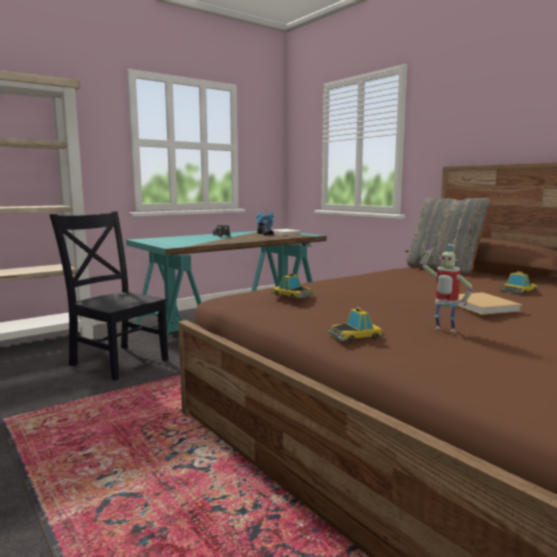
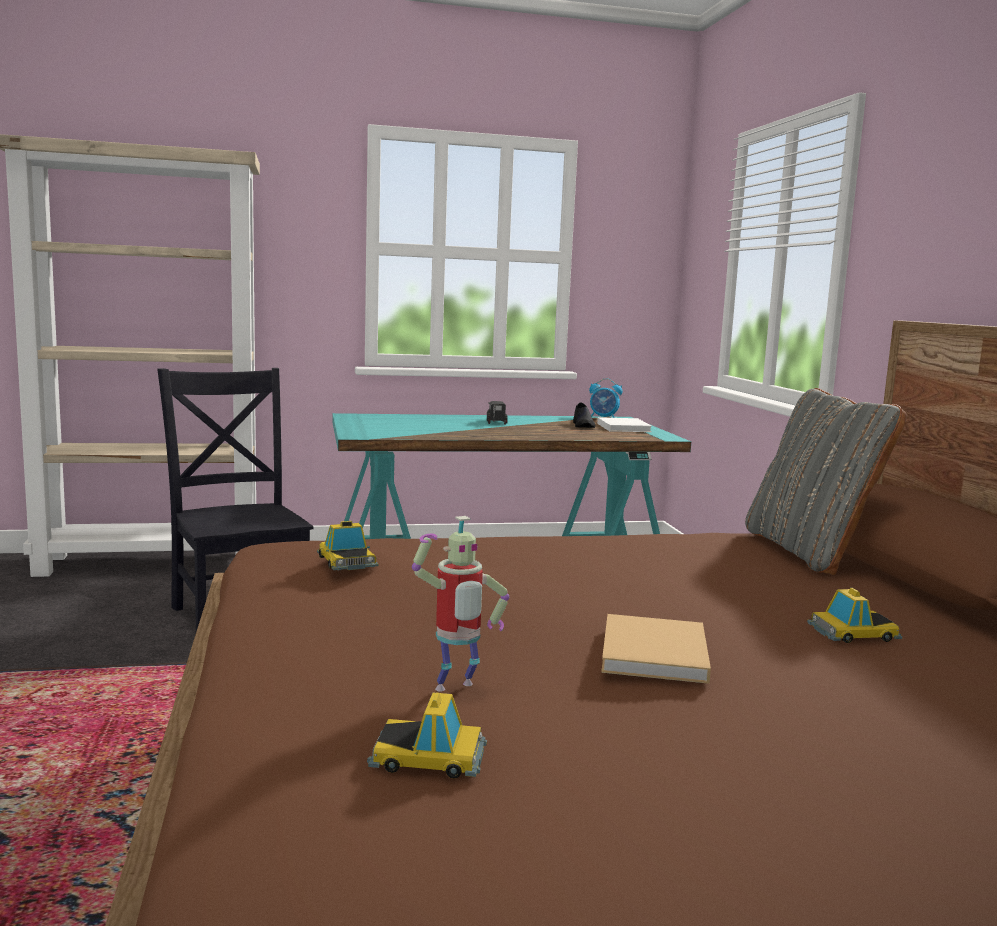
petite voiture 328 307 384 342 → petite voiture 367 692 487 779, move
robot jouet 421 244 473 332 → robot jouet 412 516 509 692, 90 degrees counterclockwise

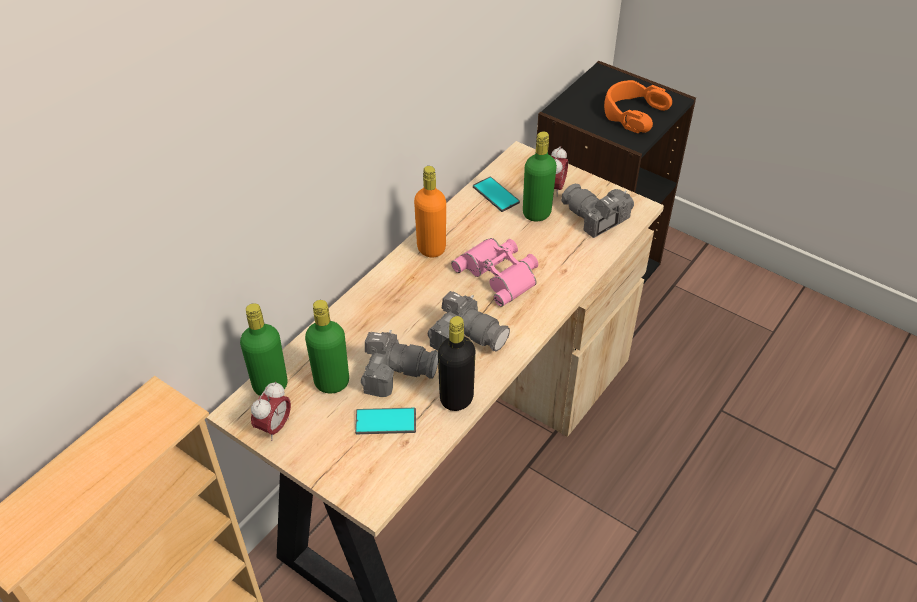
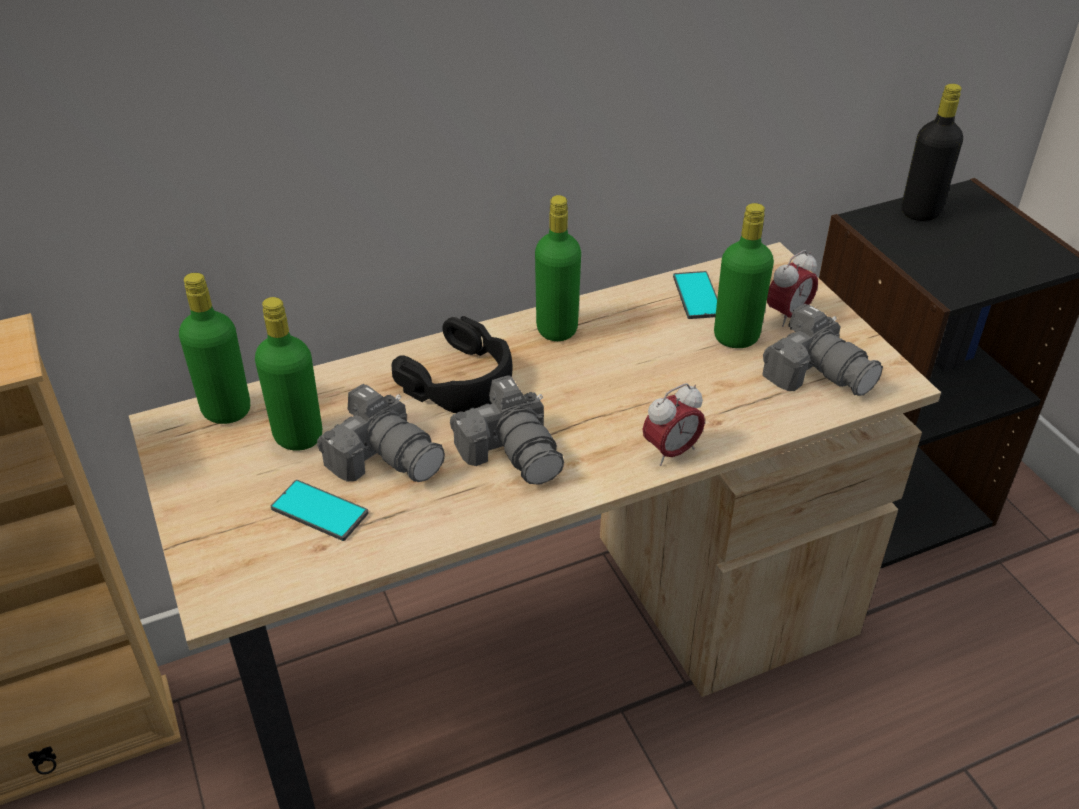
jumelles (rose) 451 238 538 307 → -
casque audio (orange) 604 80 672 133 → -
- → casque audio (noir) 392 316 513 413
réveil 251 382 291 441 → réveil 643 383 705 466, move
bouteille (noir) 438 316 476 411 → bouteille (noir) 902 84 963 221, move
bouteille (orange) 414 166 446 257 → bouteille (vert) 535 195 581 341
appareil photo 561 184 634 238 → appareil photo 762 304 883 396, 150 degrees clockwise

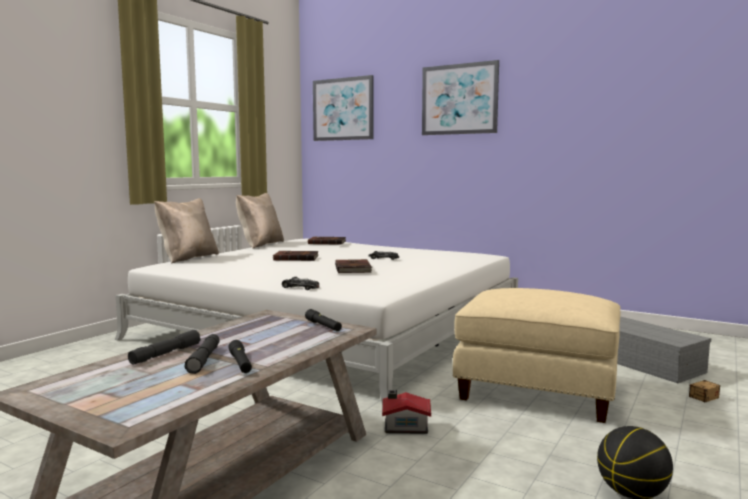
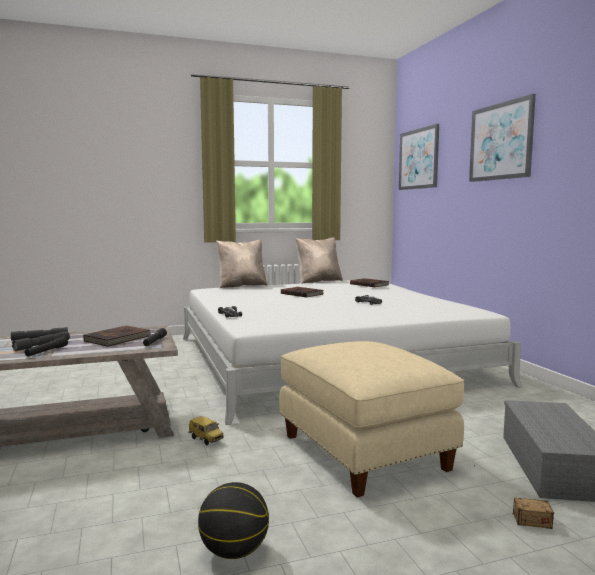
livre (marron) 335 259 372 273 → livre (marron) 83 325 153 347, move
maison miniature 382 390 431 434 → petite voiture 188 416 224 445

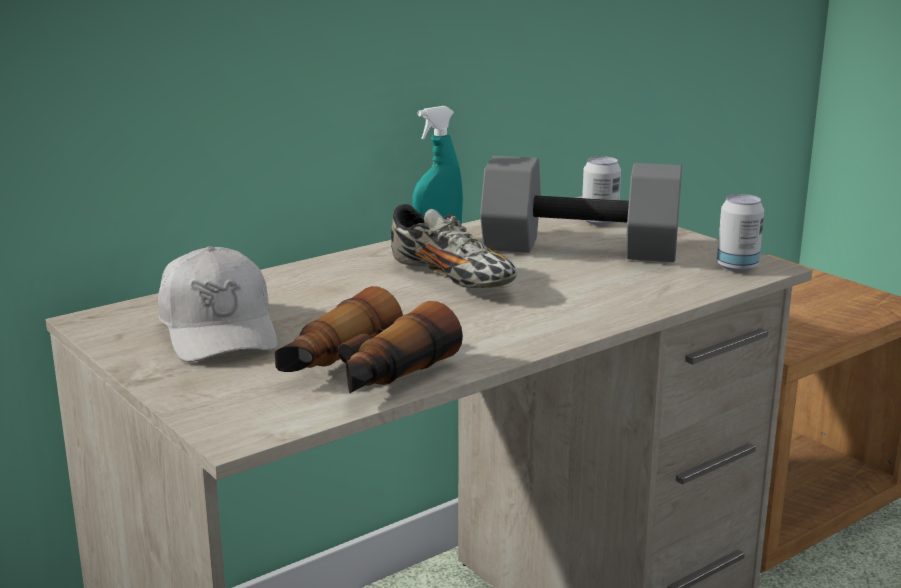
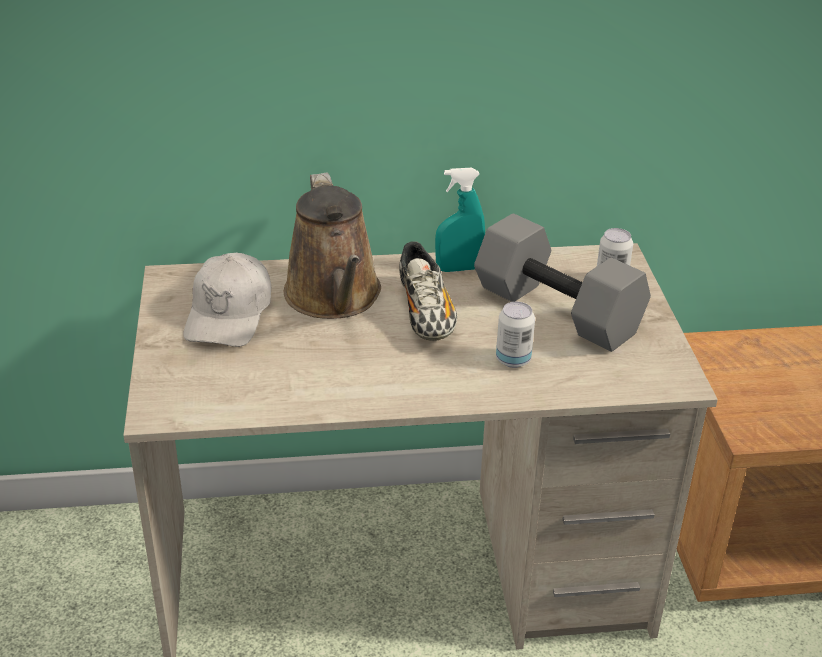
jumelles 275 286 463 393 → -
- → arrosoir (marron) 284 172 381 319
boîte métallique 717 194 764 273 → boîte métallique 496 302 535 368, move

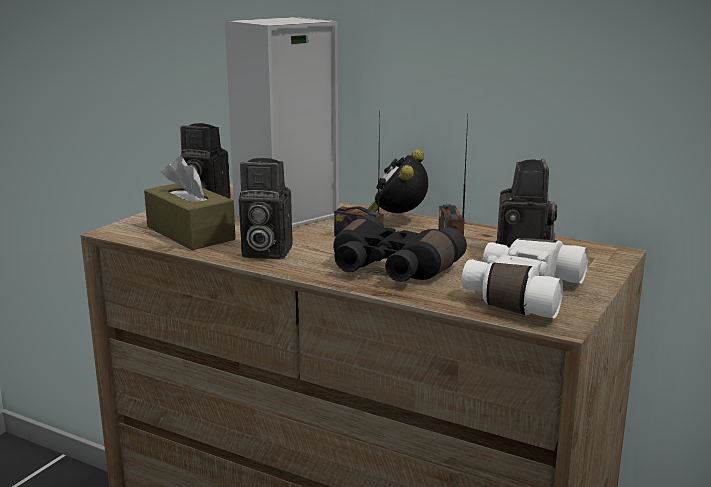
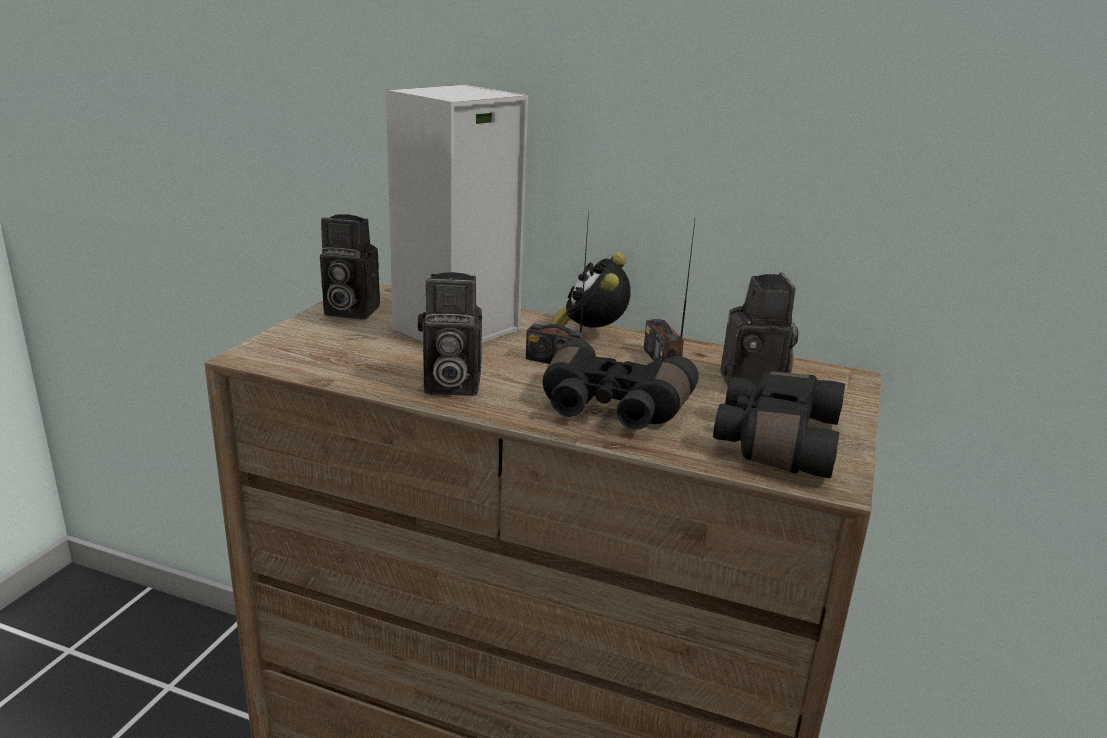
boîte à mouchoirs (marron) 144 156 236 250 → -
jumelles (blanc) 462 238 588 318 → jumelles (noir) 713 371 845 479

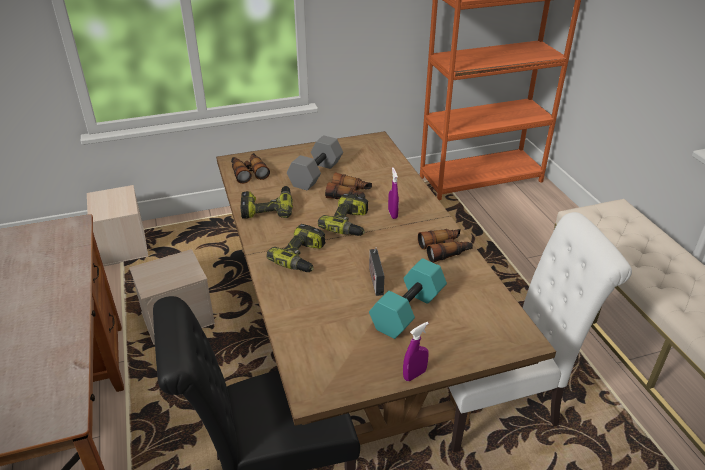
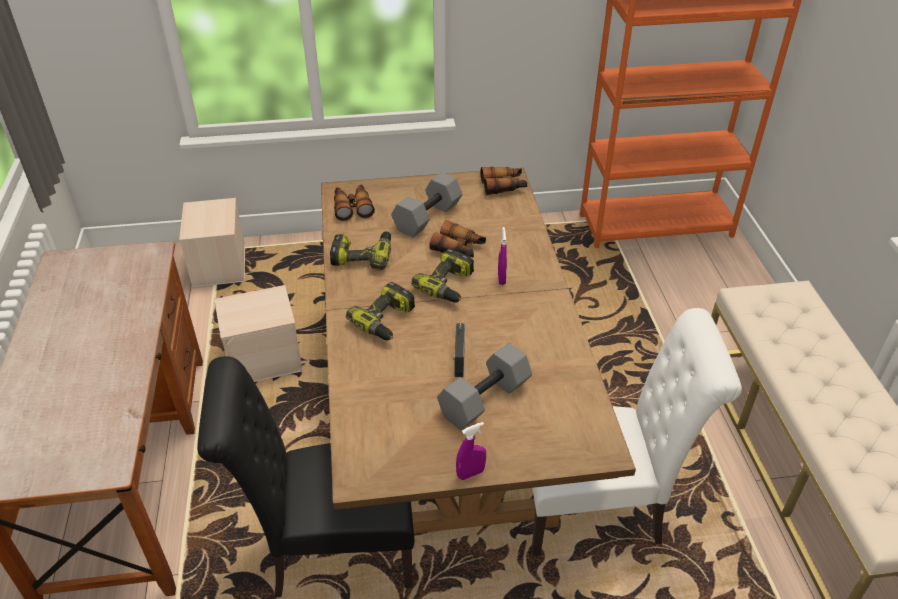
jumelles 418 229 473 263 → jumelles 481 167 527 195, move
haltère (turquoise) 369 258 447 339 → haltère (gris) 437 343 532 430

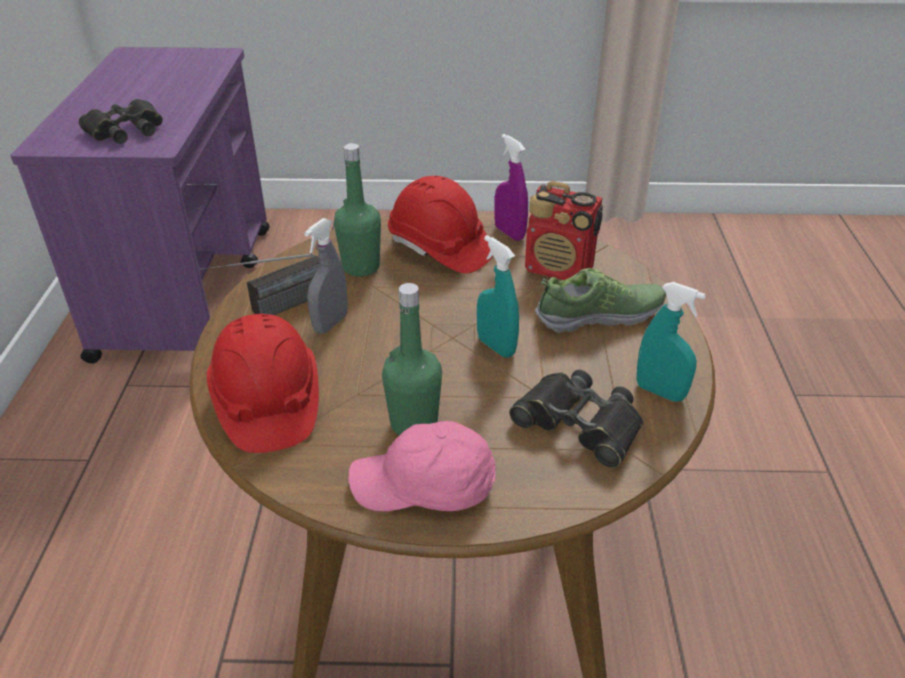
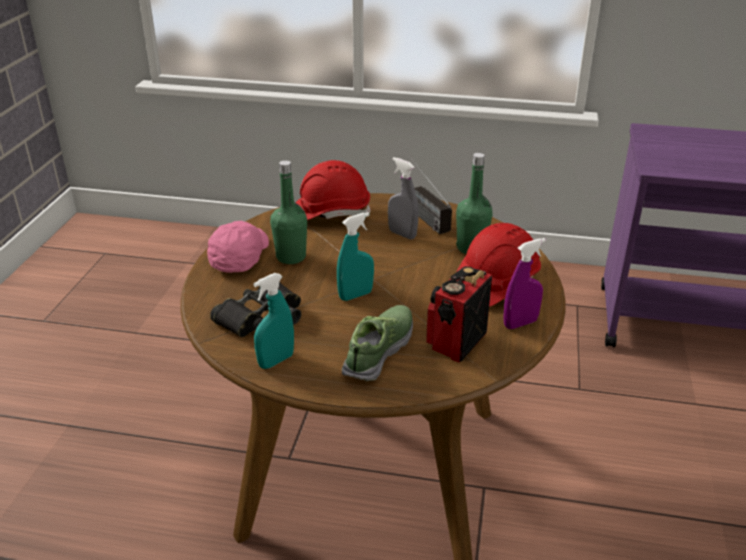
jumelles (noir) 79 99 163 144 → -
chaussure 535 268 666 333 → chaussure 342 305 413 381, 150 degrees counterclockwise

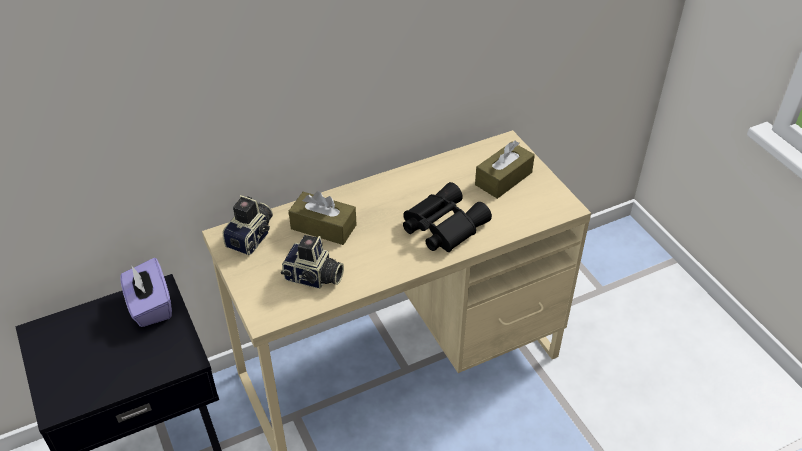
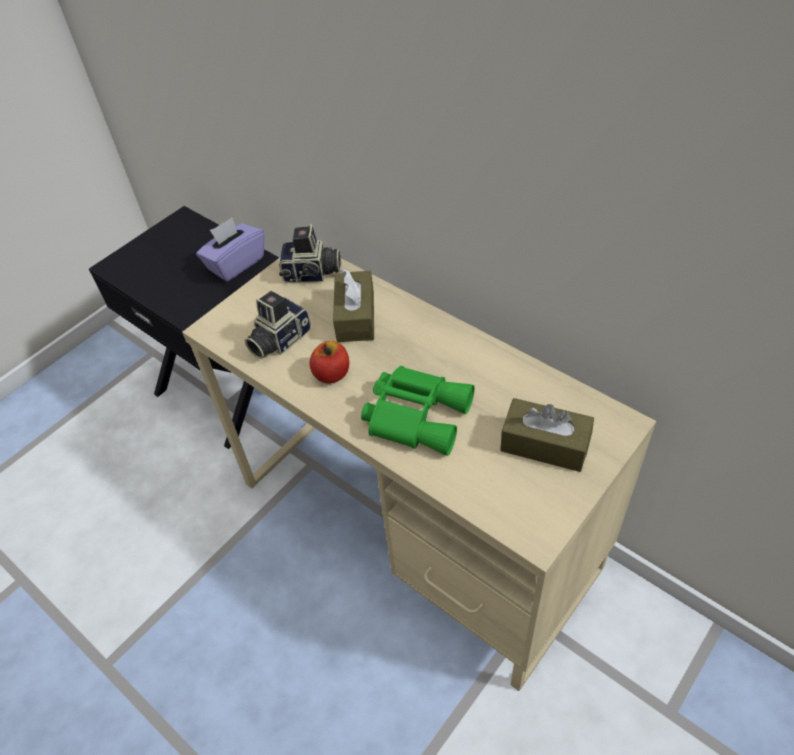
- → pomme 309 341 349 384
jumelles (noir) 403 182 492 252 → jumelles (vert) 361 366 475 456
appareil photo 281 235 344 289 → appareil photo 245 291 311 359, 45 degrees clockwise

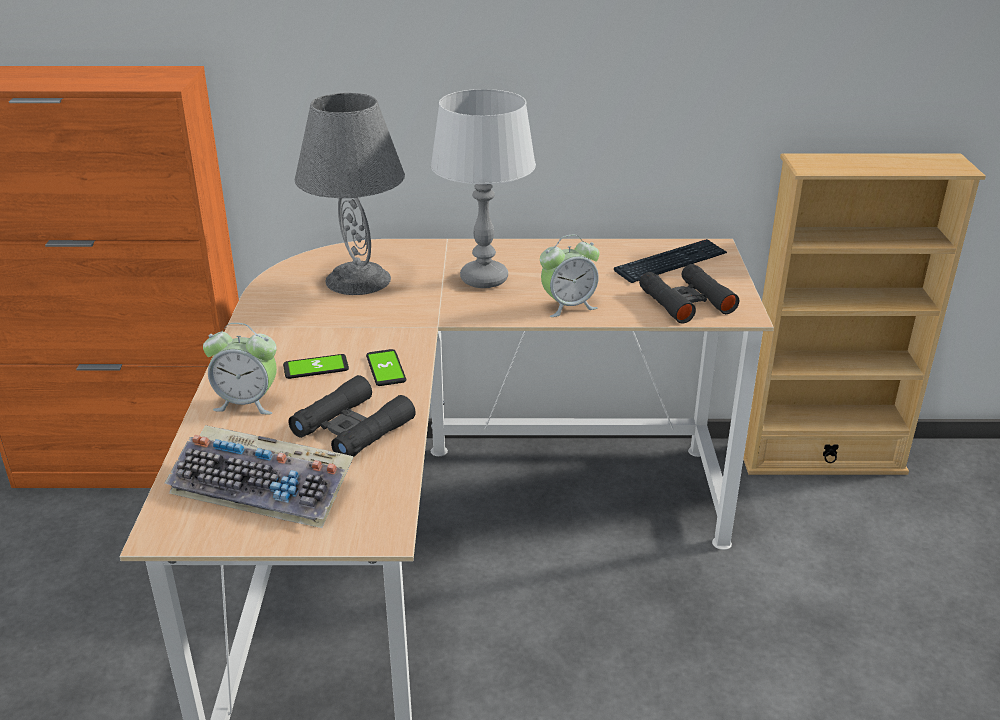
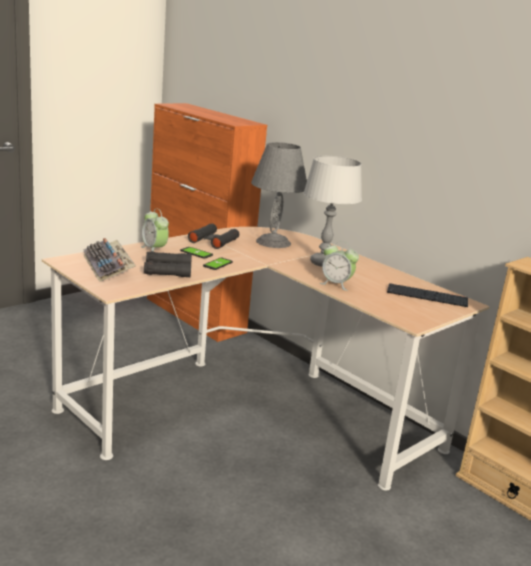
jumelles (noir) 639 264 739 324 → jumelles (noir) 188 224 239 249, move

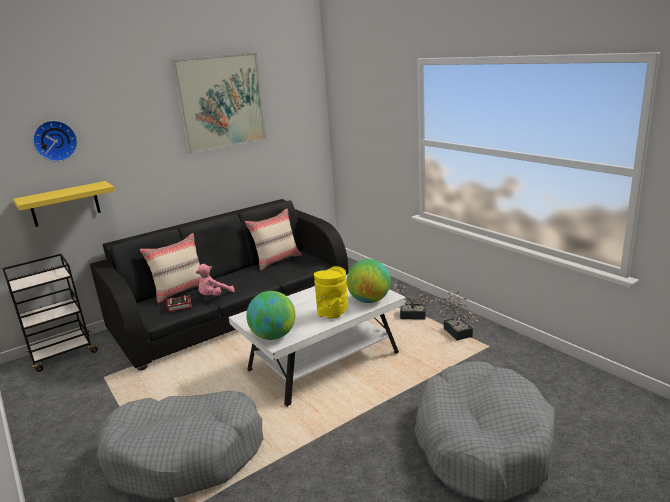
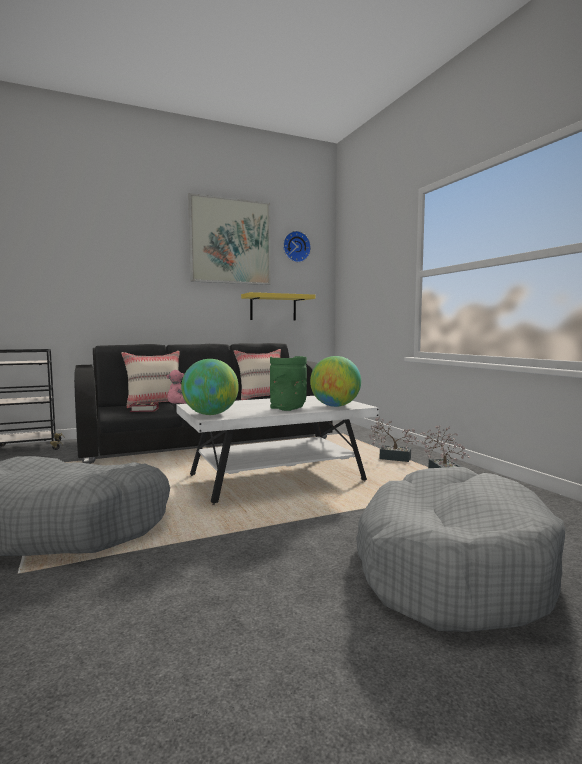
étagère (jaune) 13 181 115 227 → étagère (jaune) 241 292 315 321, move
horloge murale 33 120 78 162 → horloge murale 283 231 311 262, move
vase (jaune) 314 266 348 319 → vase (vert) 270 356 307 411

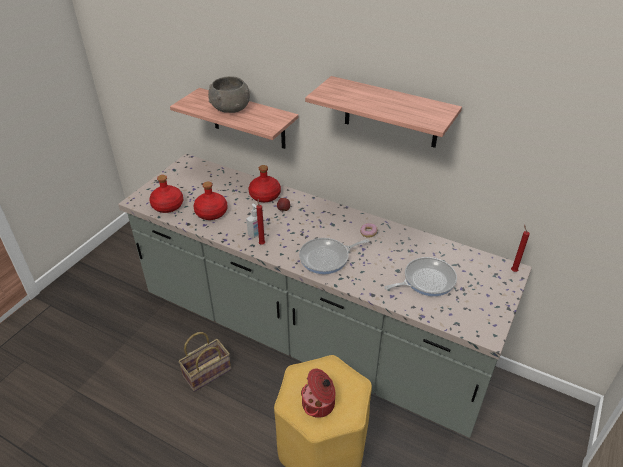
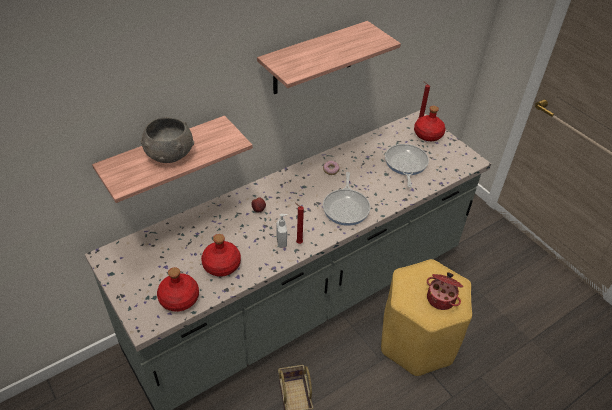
bouteille (rouge) 249 165 281 202 → bouteille (rouge) 414 106 445 141, move

